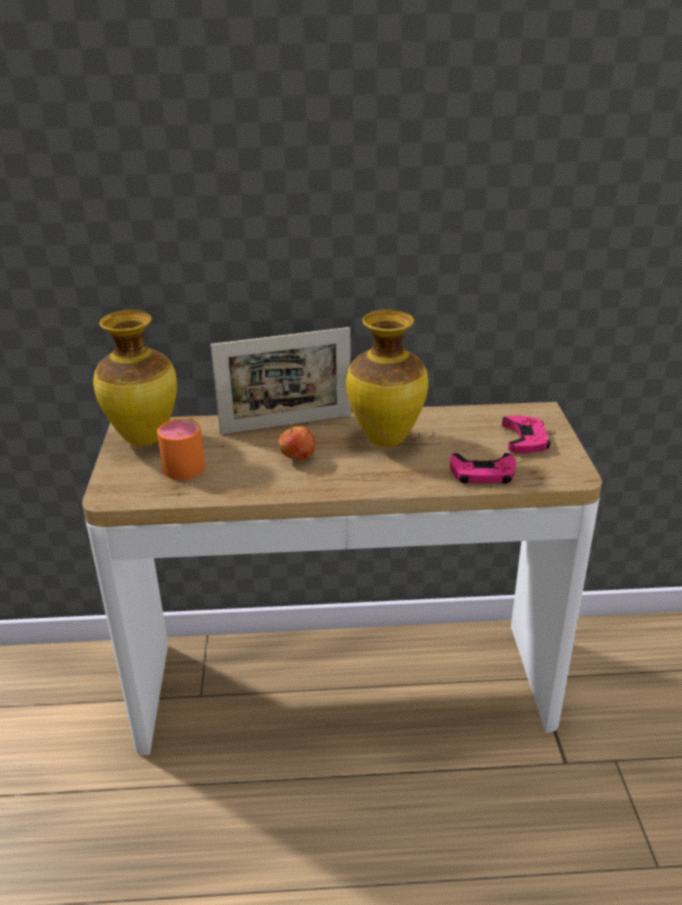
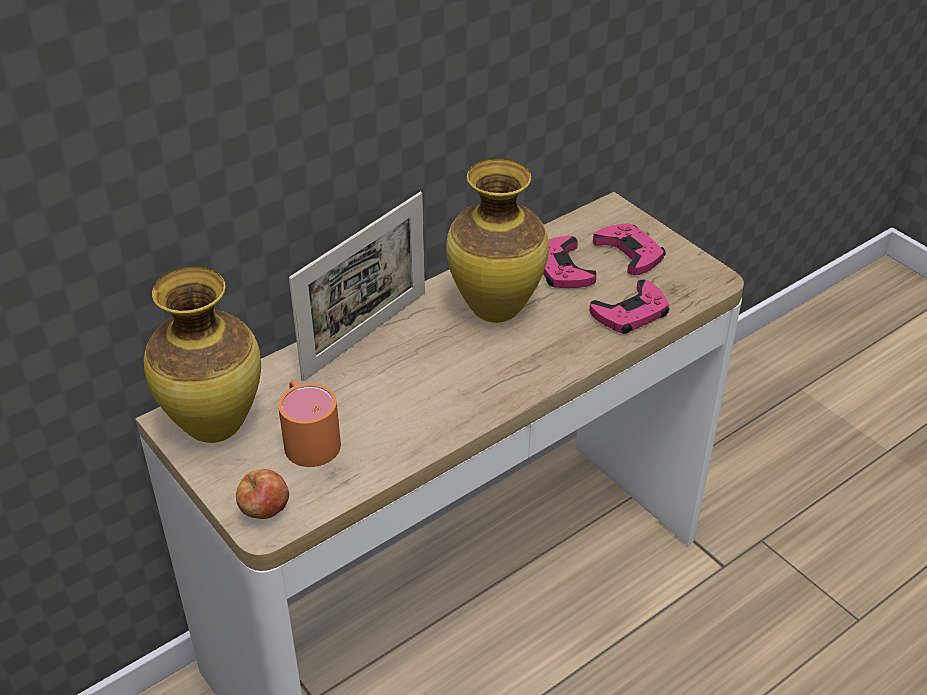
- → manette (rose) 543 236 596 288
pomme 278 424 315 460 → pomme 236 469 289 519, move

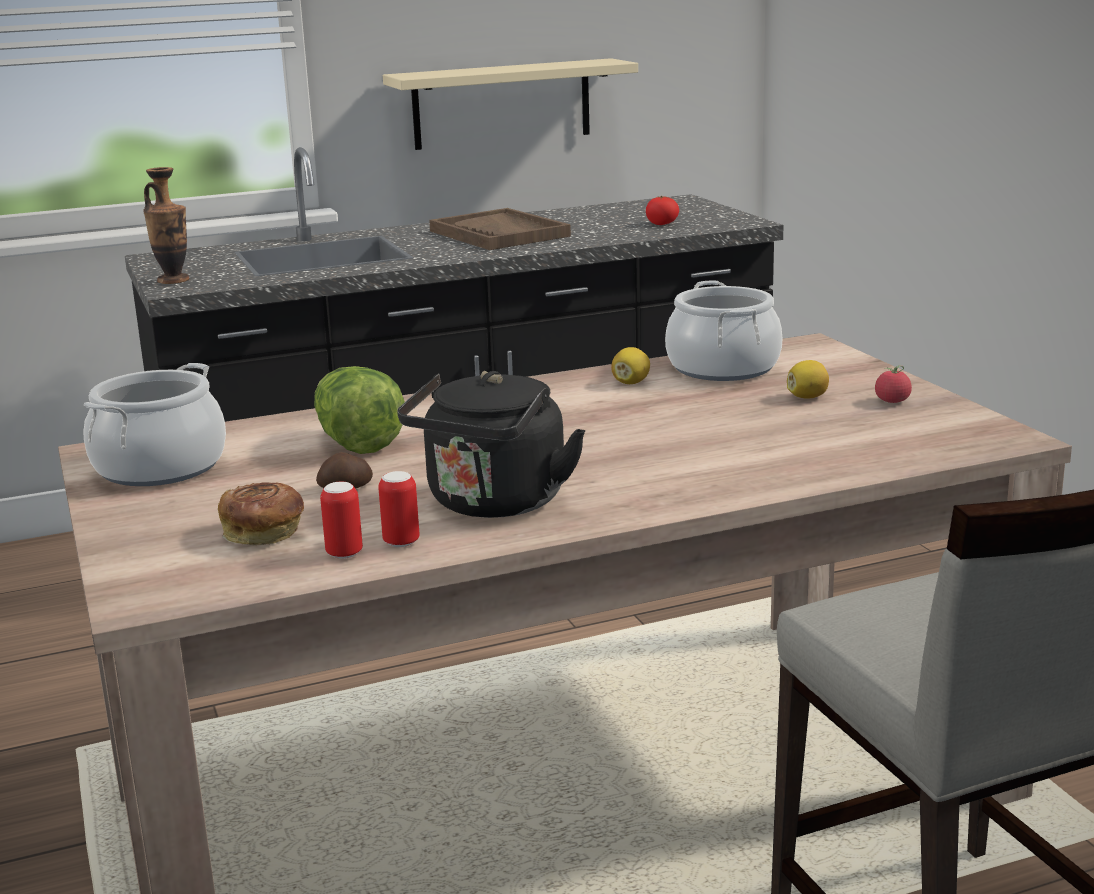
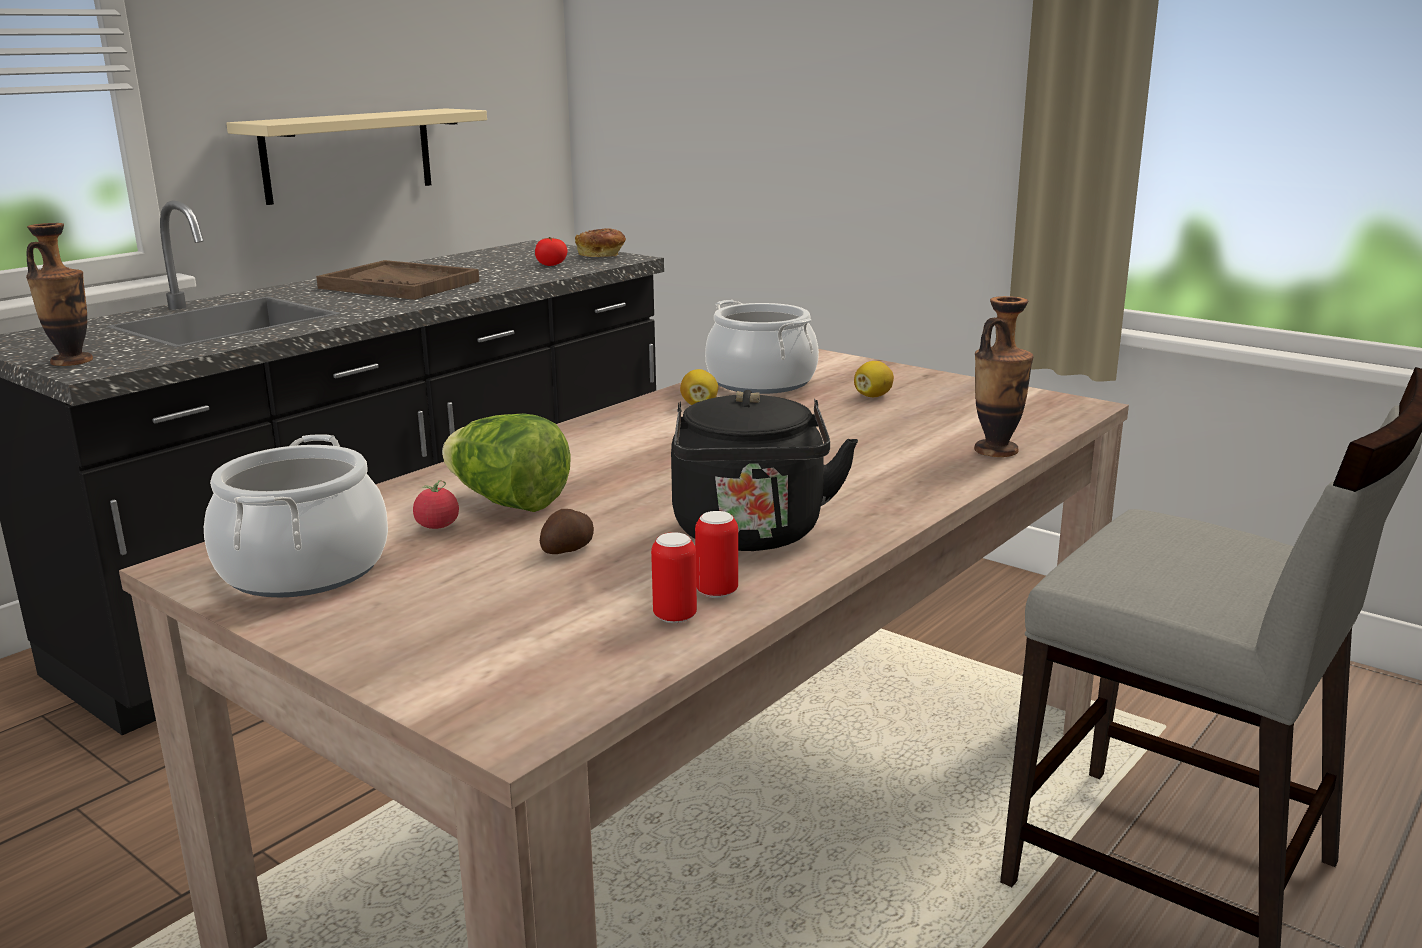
- → vase 974 296 1034 457
pain 218 482 304 545 → pain 575 228 626 257, move
tomate 875 365 912 403 → tomate 413 480 459 529, move

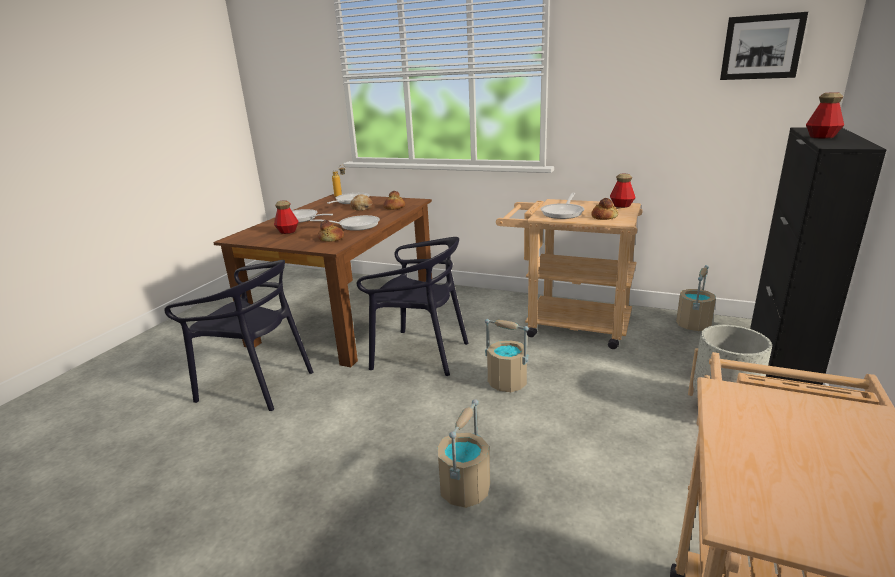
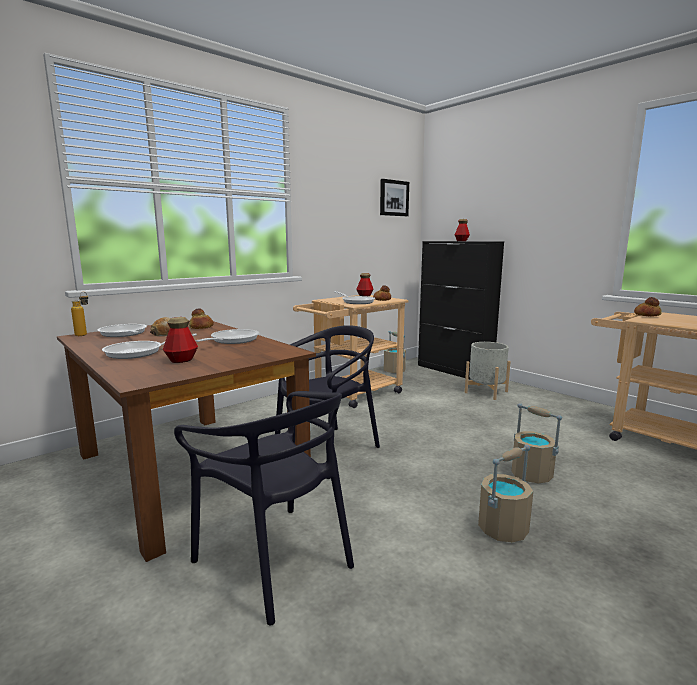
pain 318 220 344 242 → pain 634 297 662 316, move
seau (beige) 485 319 529 392 → seau (beige) 478 445 533 542, move
chaise (noir) 164 260 313 411 → chaise (noir) 174 391 354 626, 90 degrees clockwise

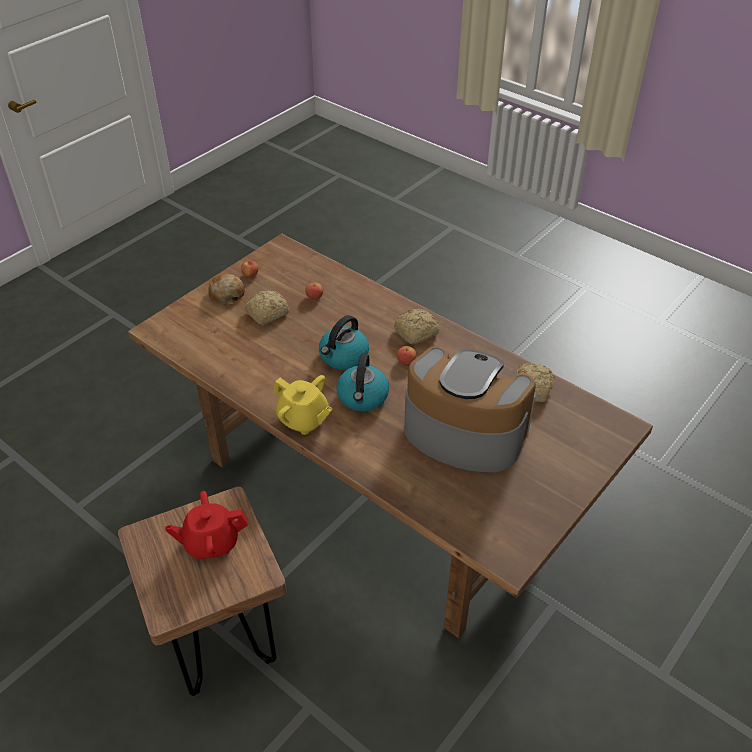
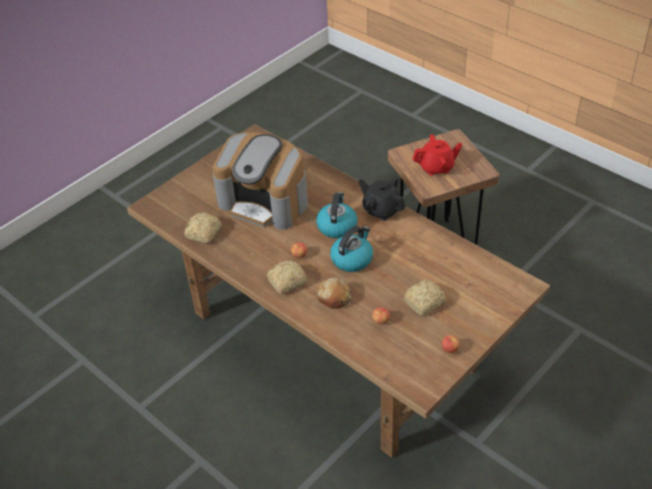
pain 208 274 245 305 → pain 316 277 351 309, move
théière (jaune) 274 375 333 435 → théière (noir) 359 177 405 221

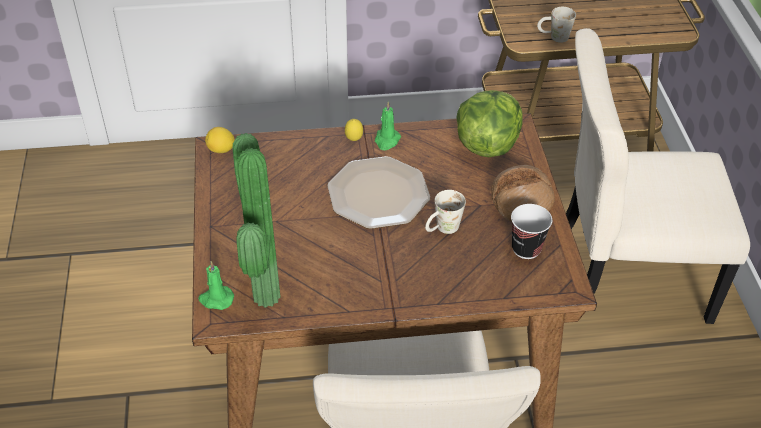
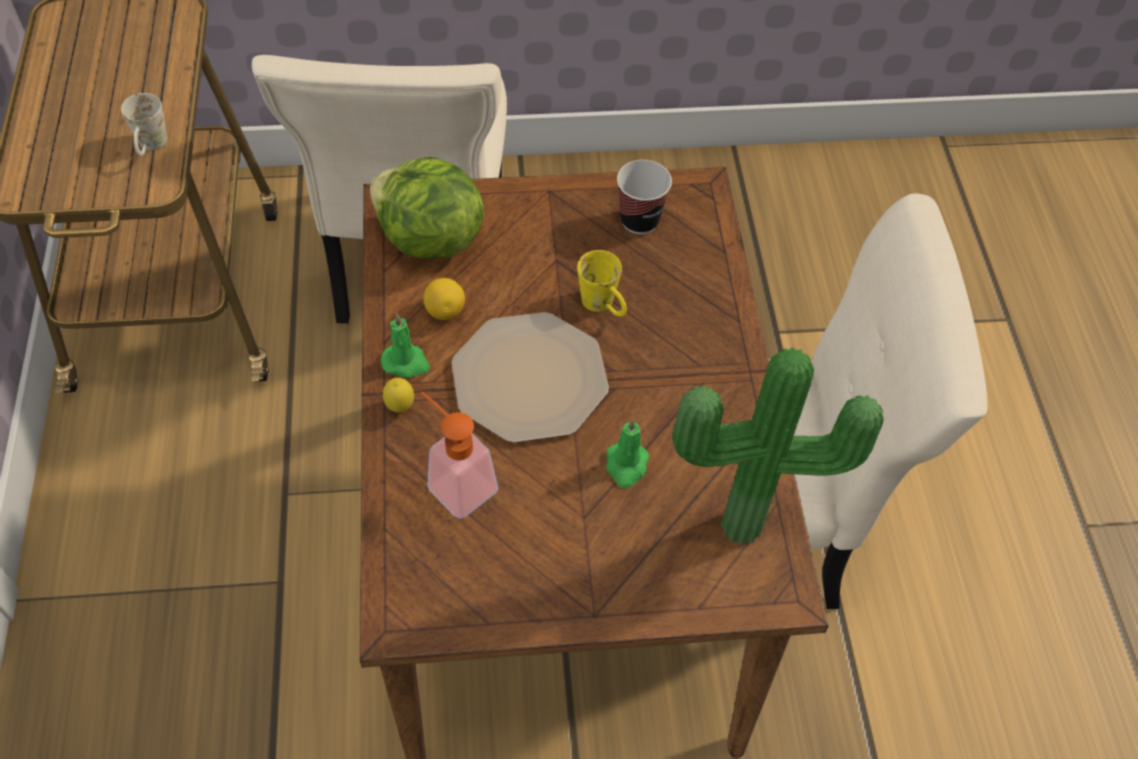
pain 491 165 555 222 → -
- → distributeur de savon 421 392 498 519
bougie (vert) 198 261 234 310 → bougie (vert) 606 418 649 488, move
citron 205 127 235 153 → citron 424 278 465 320, move
mug (blanc) 425 190 466 234 → mug (jaune) 577 250 627 317

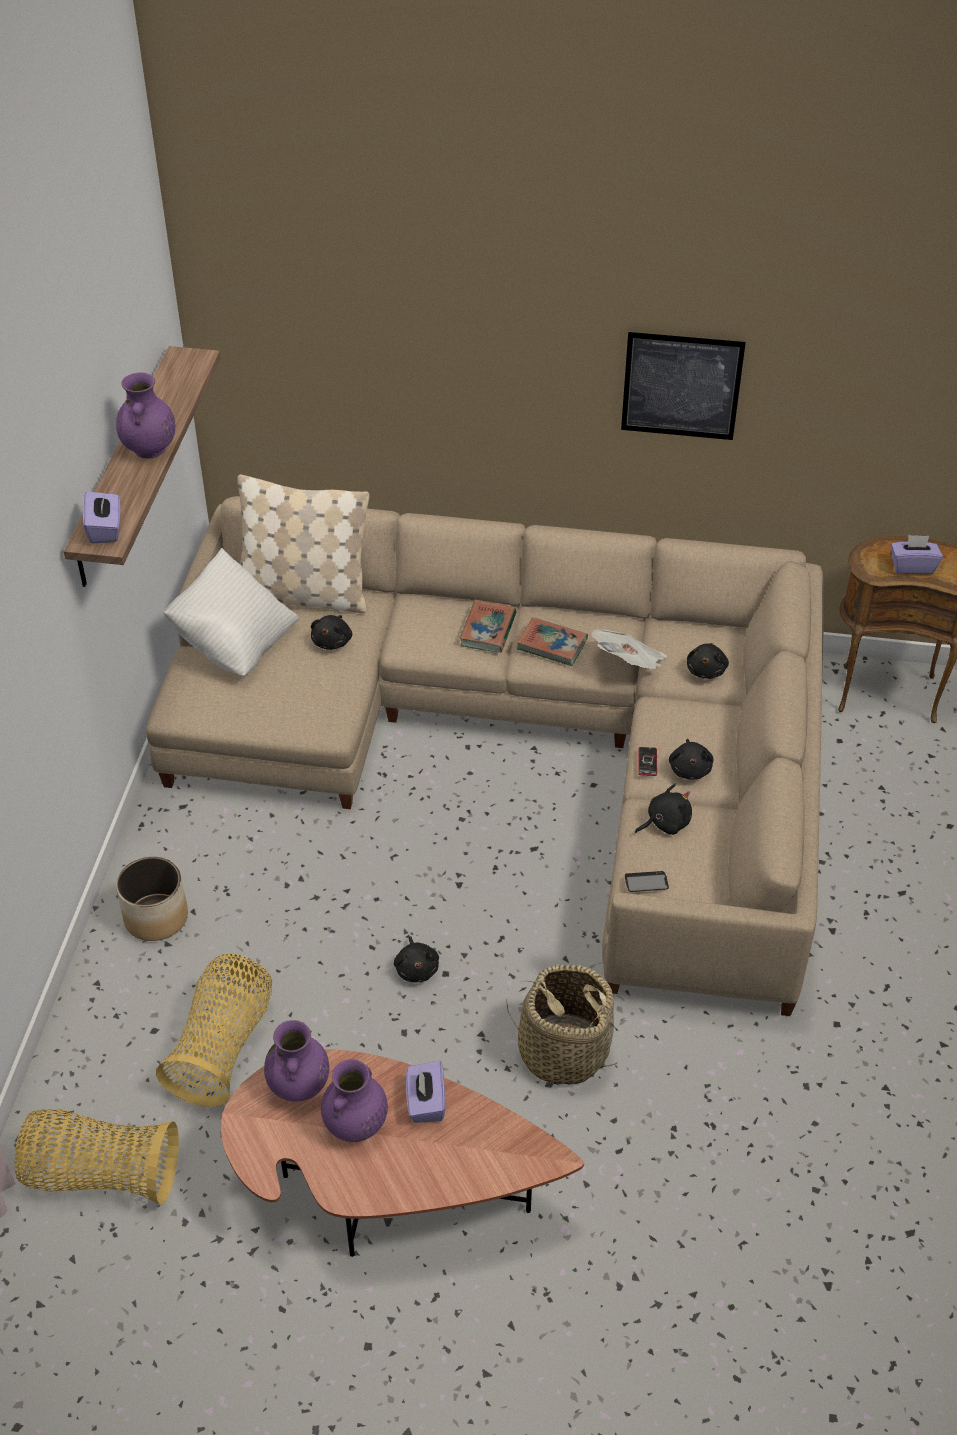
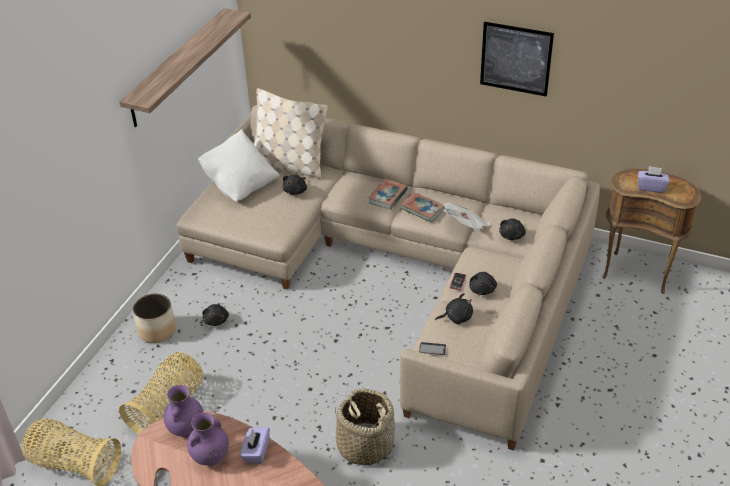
boîte à mouchoirs (violet) 83 489 120 544 → -
vase (violet) 116 372 175 458 → -
peluche (noir) 394 936 439 982 → peluche (noir) 202 303 229 326, move

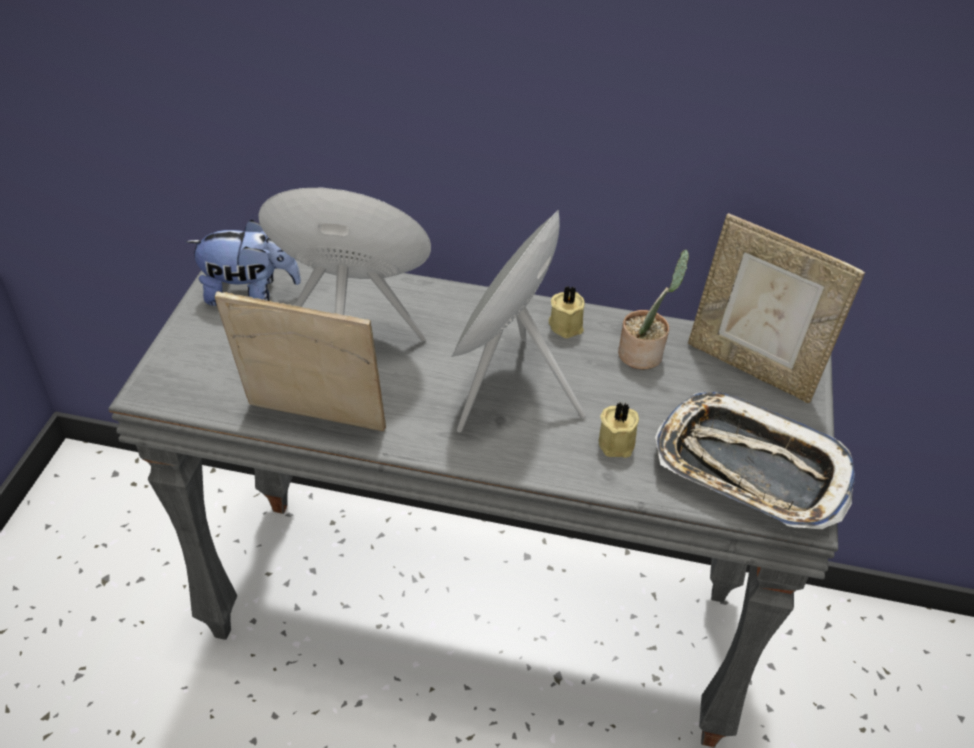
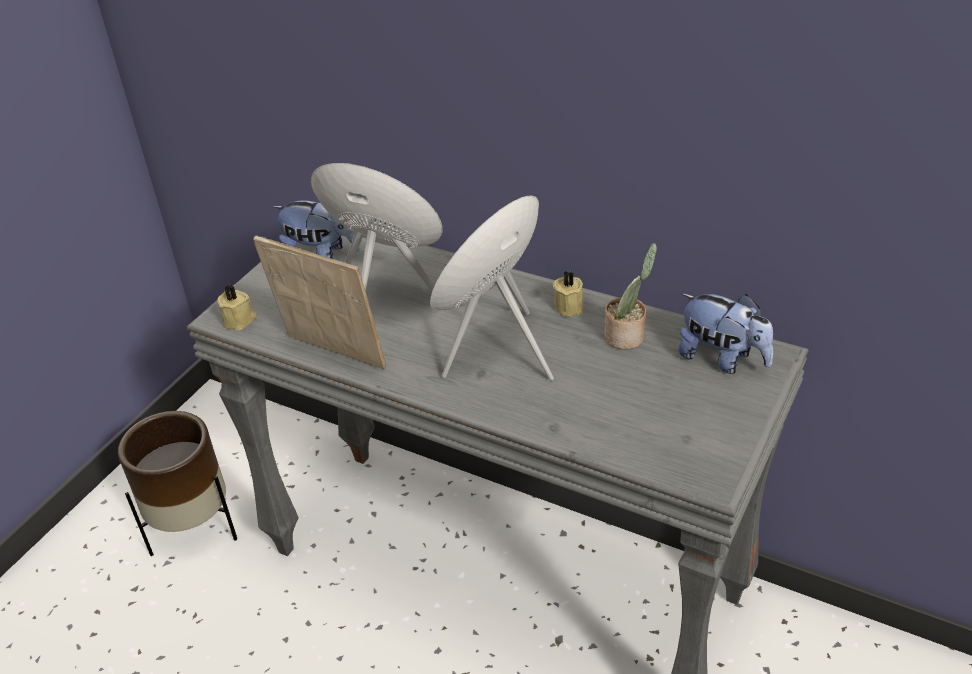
plateau 655 392 855 529 → -
- → cache-pot (marron) 118 411 237 556
bougie (beige) 599 403 639 458 → bougie (beige) 217 284 257 331, move
cadre photo 688 213 865 403 → peluche 678 294 773 374

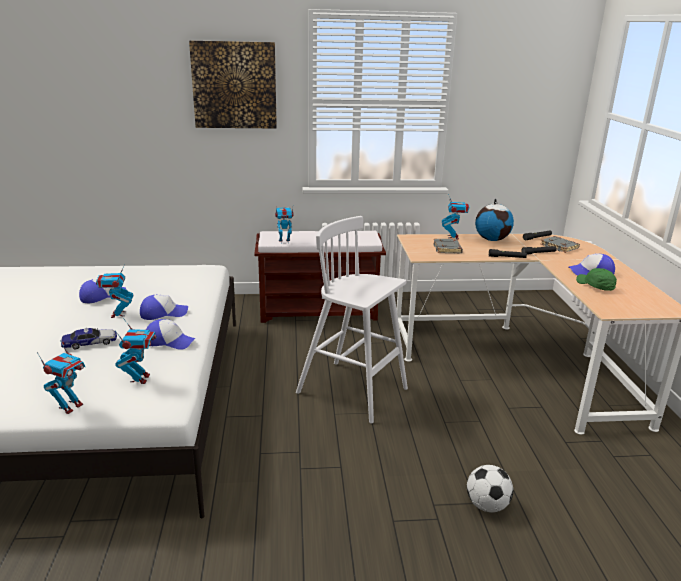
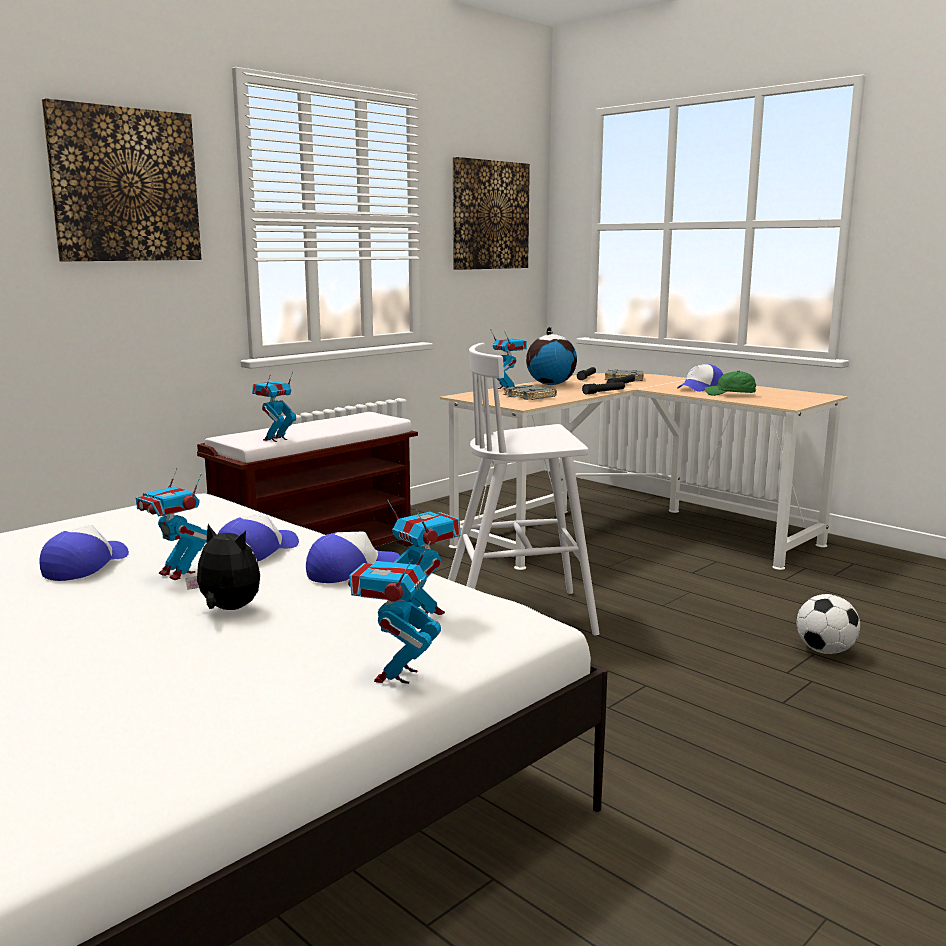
- → tableau 452 157 530 270
petite voiture 61 328 117 349 → peluche 185 524 260 610
robot jouet 37 340 85 414 → robot jouet 348 542 441 684, 150 degrees counterclockwise

